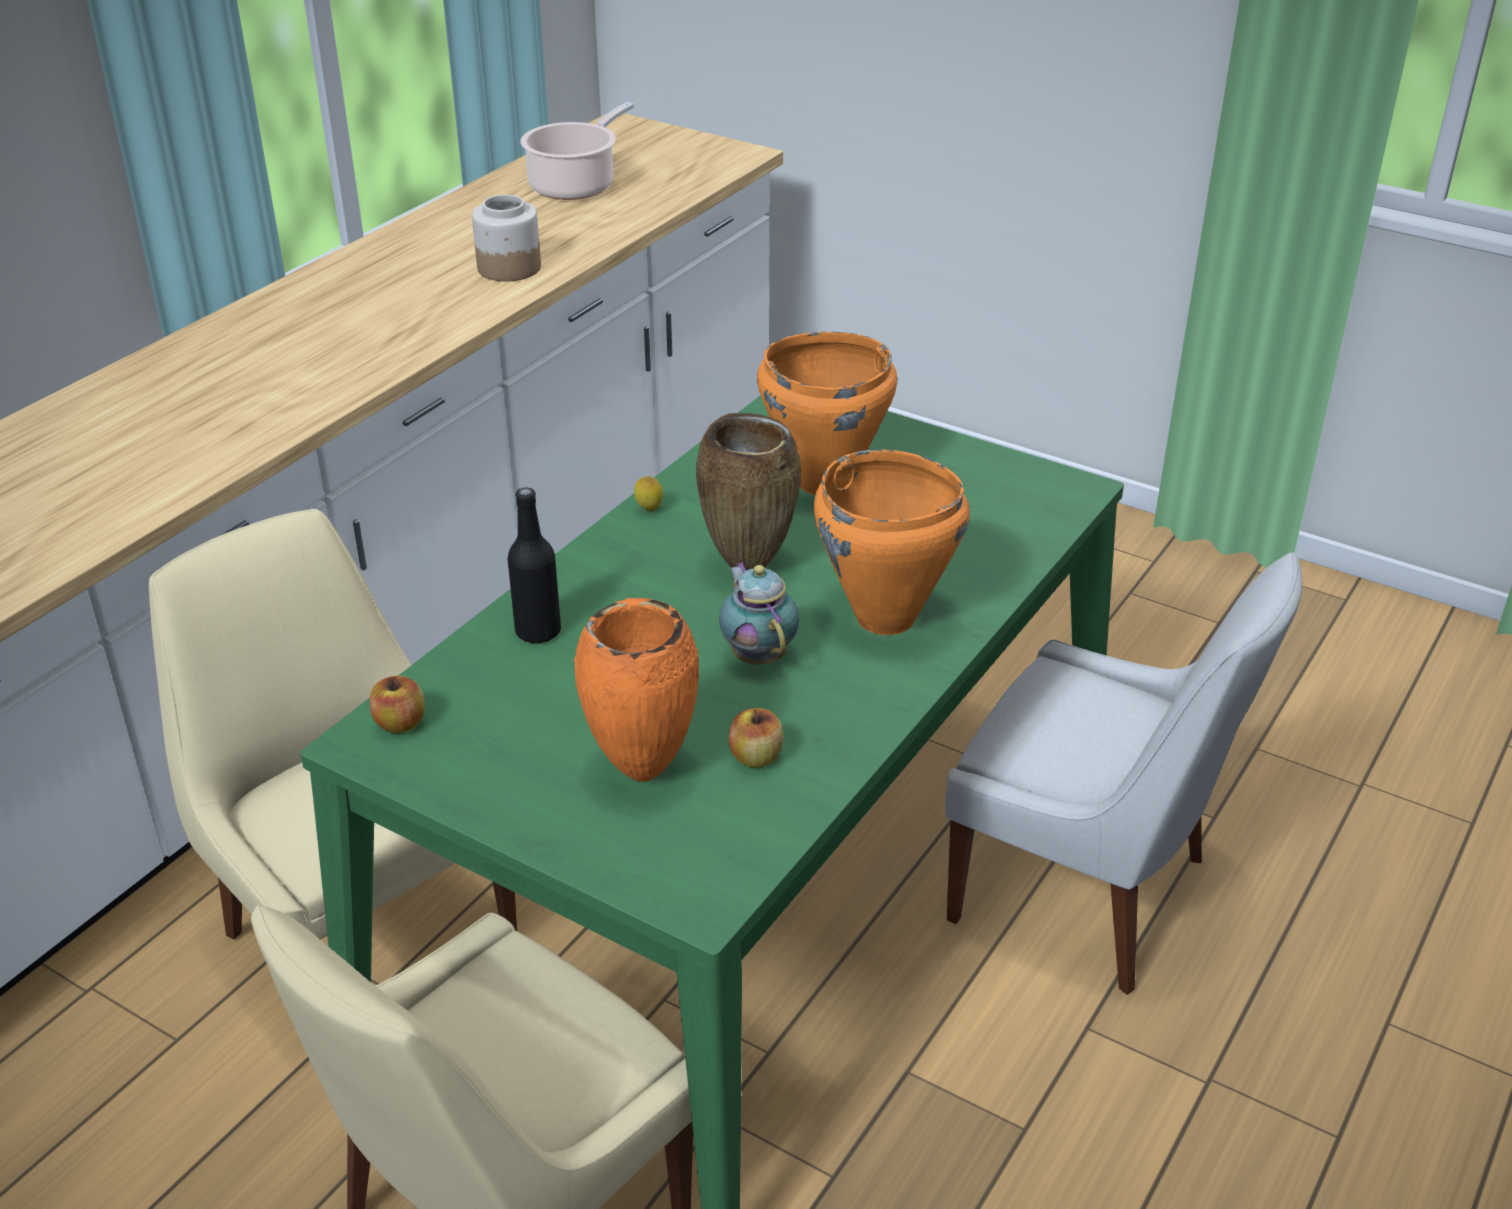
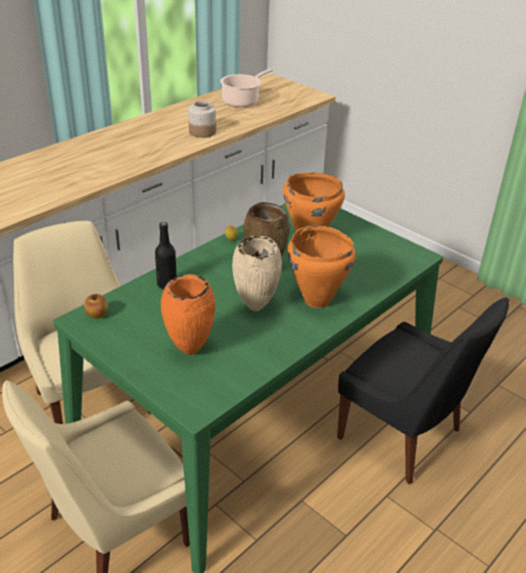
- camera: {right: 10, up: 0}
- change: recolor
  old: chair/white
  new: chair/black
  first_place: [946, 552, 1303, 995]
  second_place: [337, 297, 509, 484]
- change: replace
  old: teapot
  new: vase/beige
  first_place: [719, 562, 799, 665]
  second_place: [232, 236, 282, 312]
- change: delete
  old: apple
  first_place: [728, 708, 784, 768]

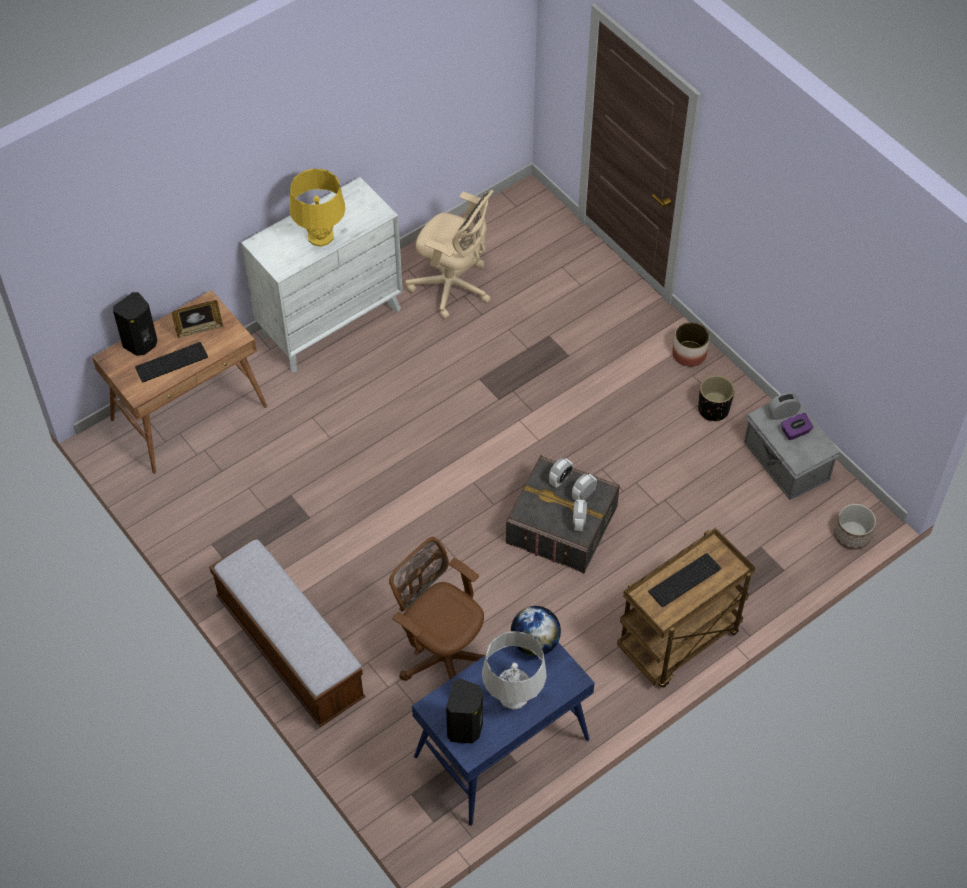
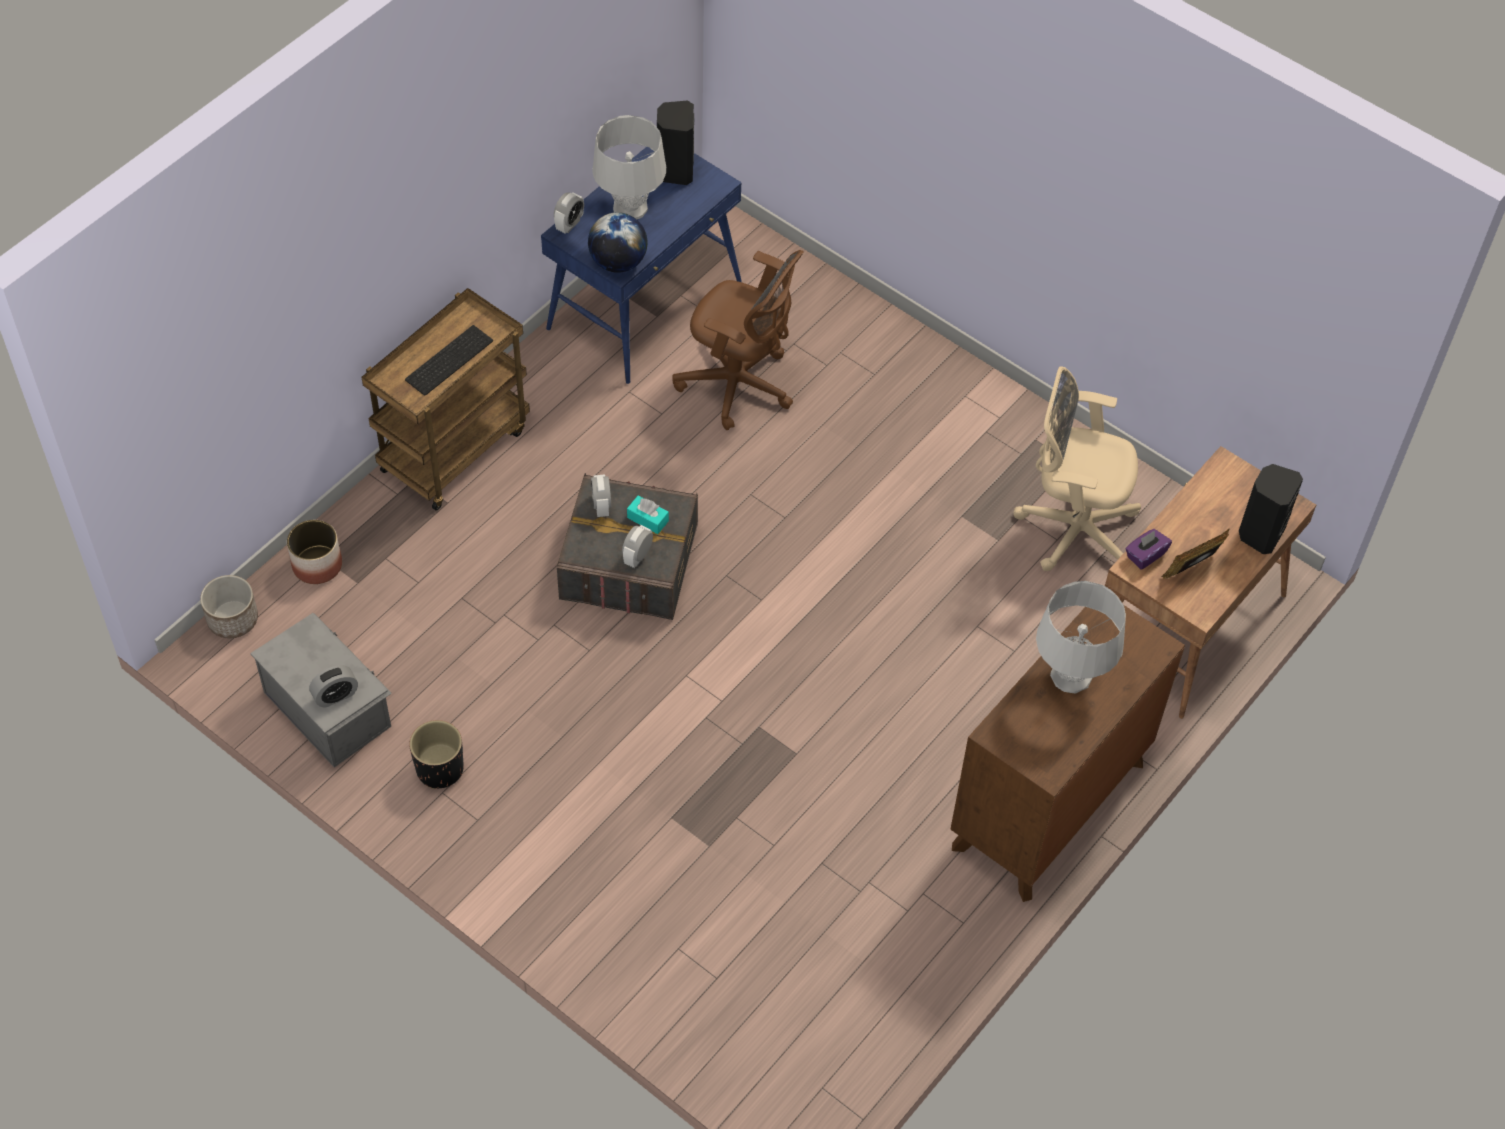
- camera: {right: 165, up: 0}
- change: recolor
  old: table lamp/yellow
  new: table lamp/grey
  first_place: [290, 169, 345, 247]
  second_place: [1036, 581, 1126, 694]
- change: recolor
  old: dresser/white
  new: dresser/brown
  first_place: [241, 177, 403, 372]
  second_place: [950, 605, 1185, 902]
- change: move
  old: office chair/beige
  first_place: [405, 190, 494, 319]
  second_place: [1014, 366, 1141, 571]
- change: move
  old: planter
  first_place: [672, 322, 709, 367]
  second_place: [287, 520, 342, 584]
- change: delete
  old: keyboard
  first_place: [135, 342, 208, 382]
- change: move
  old: tissue box/purple
  first_place: [781, 413, 813, 440]
  second_place: [1125, 529, 1172, 570]
- change: move
  old: alarm clock
  first_place: [572, 474, 597, 501]
  second_place: [554, 192, 584, 233]
- change: delete
  old: bench
  first_place: [209, 538, 365, 727]
- change: insert
  new: tissue box/turquoise
  second_place: [627, 496, 669, 534]

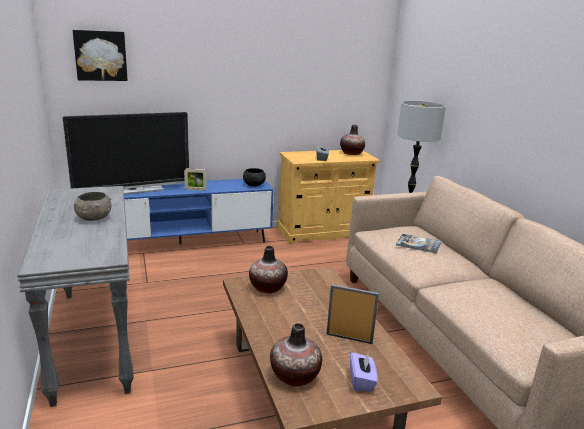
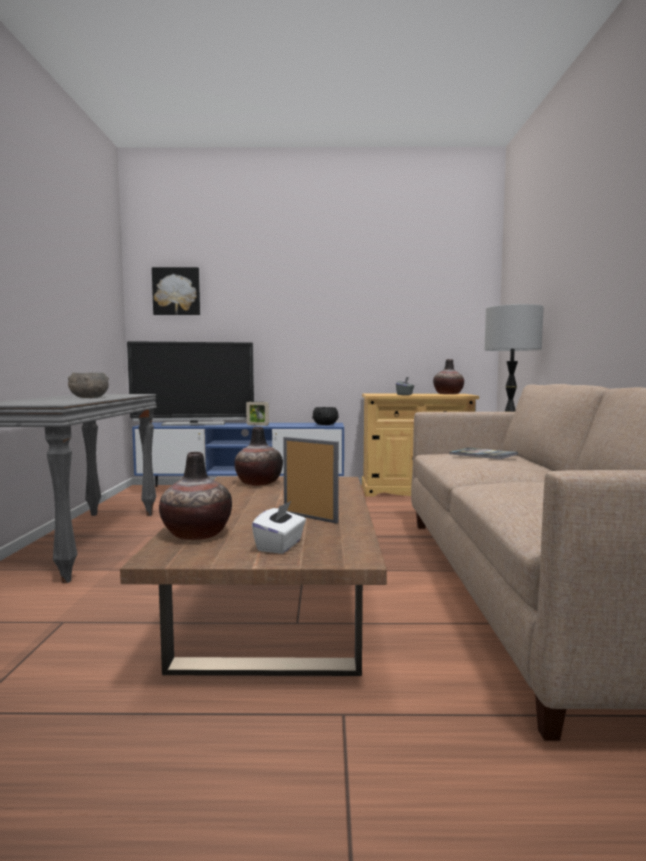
- camera: {right: 20, up: -15}
- change: recolor
  old: tissue box/purple
  new: tissue box/white
  first_place: [350, 352, 378, 392]
  second_place: [252, 501, 306, 554]

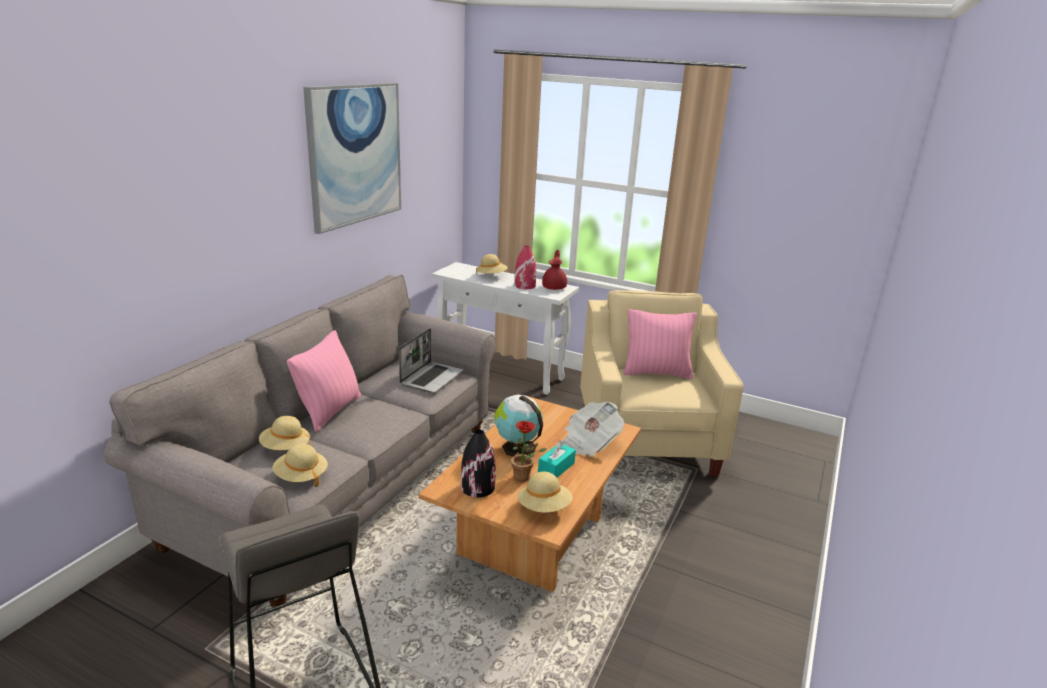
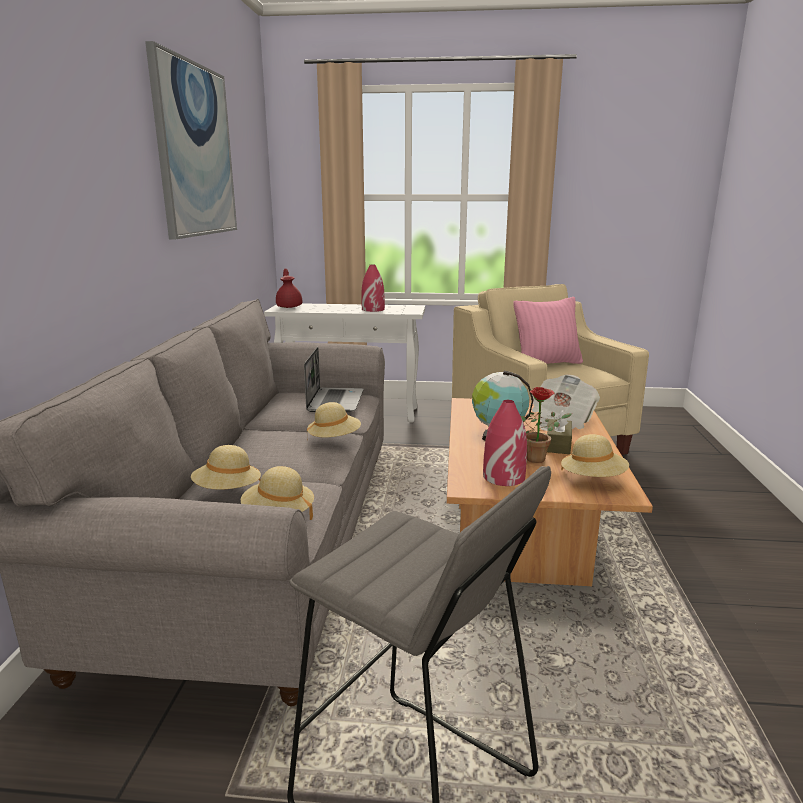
- camera: {right: -20, up: -5}
- change: move
  old: teapot/red
  first_place: [542, 250, 567, 290]
  second_place: [276, 269, 302, 308]
- change: move
  old: hat/beige
  first_place: [476, 254, 508, 274]
  second_place: [307, 402, 361, 437]
- change: delete
  old: pillow/pink
  first_place: [287, 330, 361, 432]
- change: recolor
  old: vase/black
  new: vase/red
  first_place: [461, 430, 496, 498]
  second_place: [483, 400, 527, 486]
- change: recolor
  old: tissue box/turquoise
  new: tissue box/brown
  first_place: [538, 440, 576, 477]
  second_place: [547, 410, 572, 454]

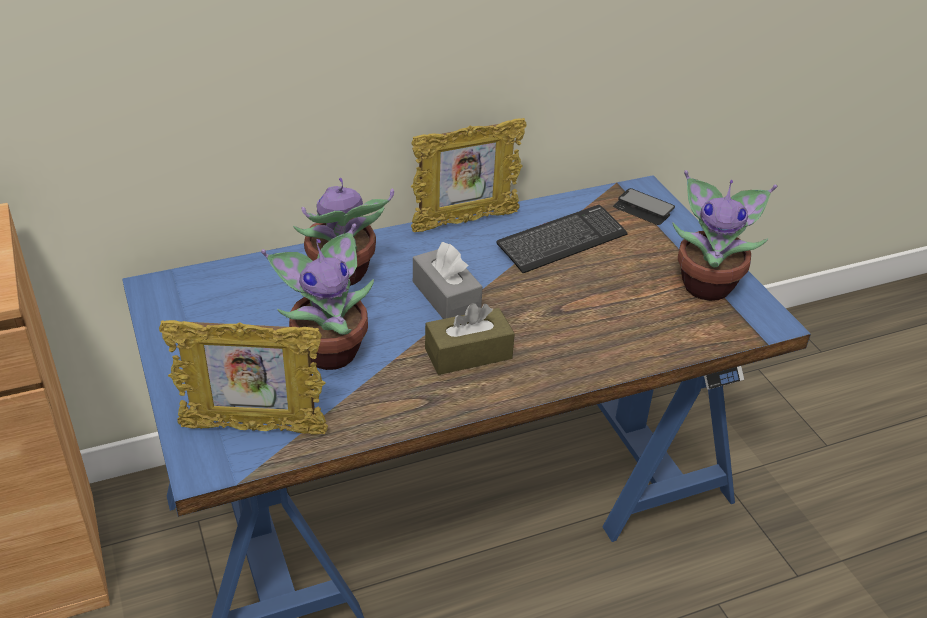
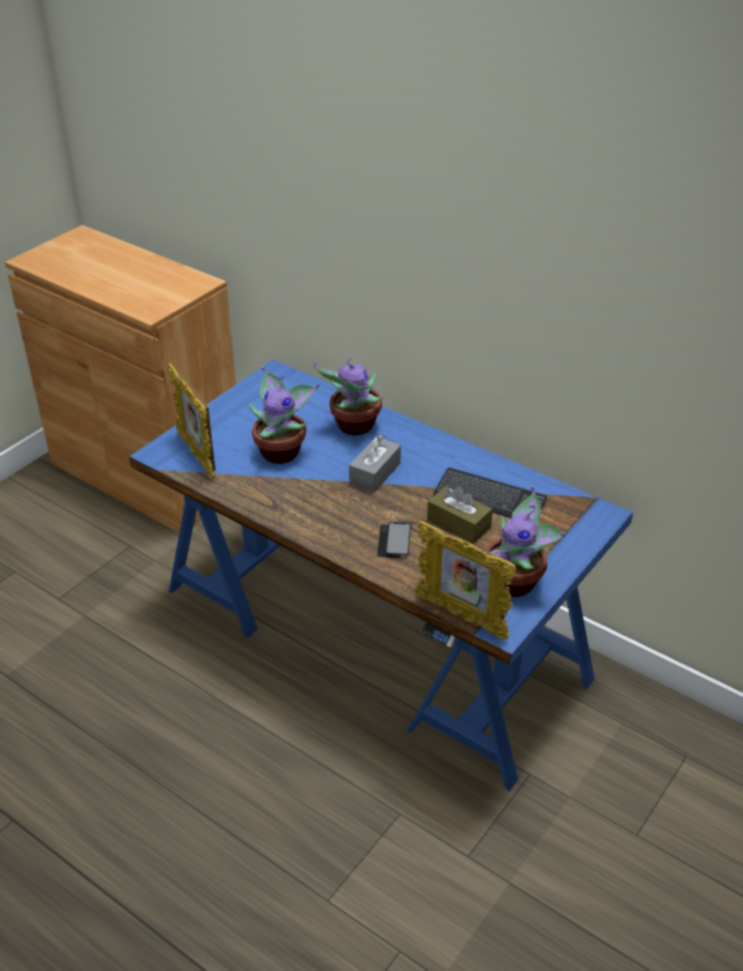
- camera: {right: 60, up: 0}
- change: move
  old: picture frame
  first_place: [411, 118, 527, 232]
  second_place: [415, 521, 516, 640]
- change: move
  old: phone
  first_place: [613, 188, 675, 225]
  second_place: [377, 522, 411, 558]
- change: move
  old: tissue box/brown
  first_place: [425, 303, 515, 375]
  second_place: [427, 486, 493, 543]

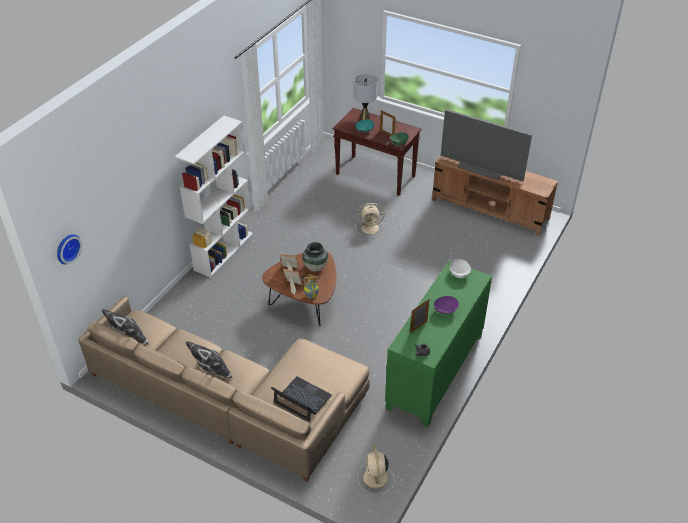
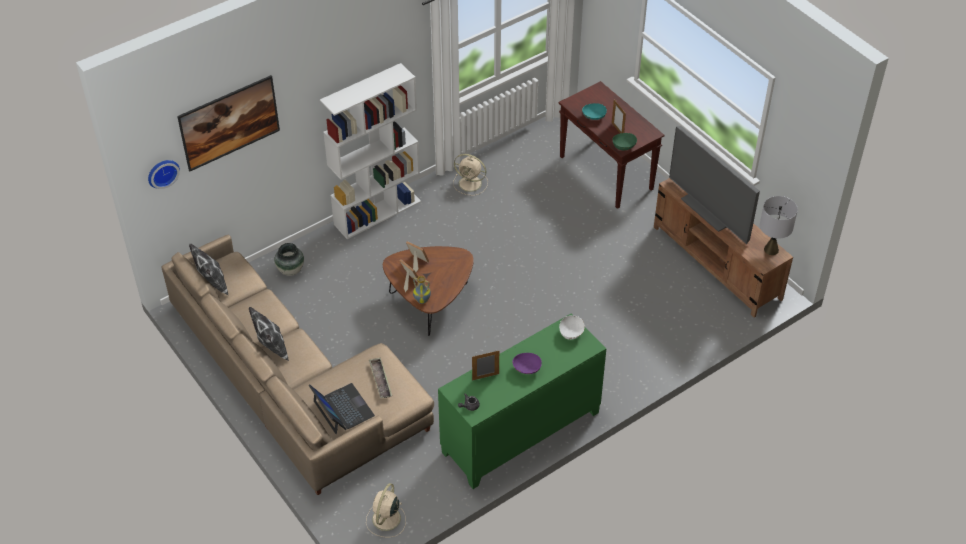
- camera: {right: 25, up: 5}
- change: move
  old: table lamp/grey
  first_place: [353, 74, 378, 120]
  second_place: [760, 196, 798, 255]
- change: move
  old: fan/beige
  first_place: [355, 203, 385, 237]
  second_place: [453, 154, 488, 196]
- change: move
  old: vase
  first_place: [302, 242, 328, 271]
  second_place: [274, 243, 304, 276]
- change: insert
  new: picture
  second_place: [177, 75, 280, 171]
- change: insert
  new: tray
  second_place: [369, 357, 392, 398]

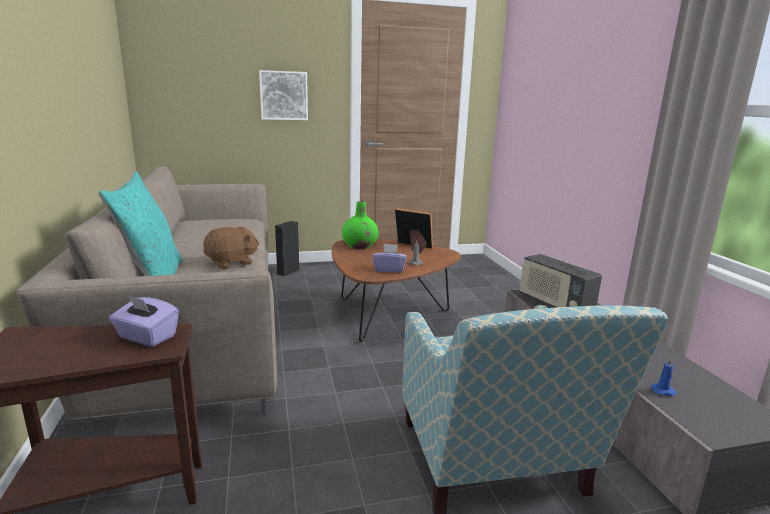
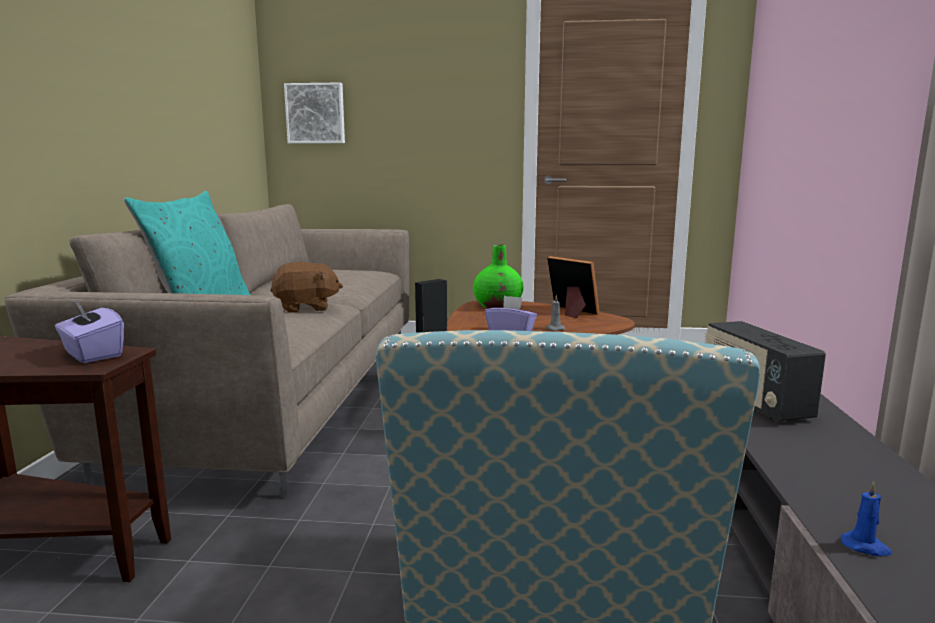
- camera: {right: 20, up: -5}
- change: move
  old: picture
  first_place: [259, 70, 308, 120]
  second_place: [284, 82, 345, 144]

